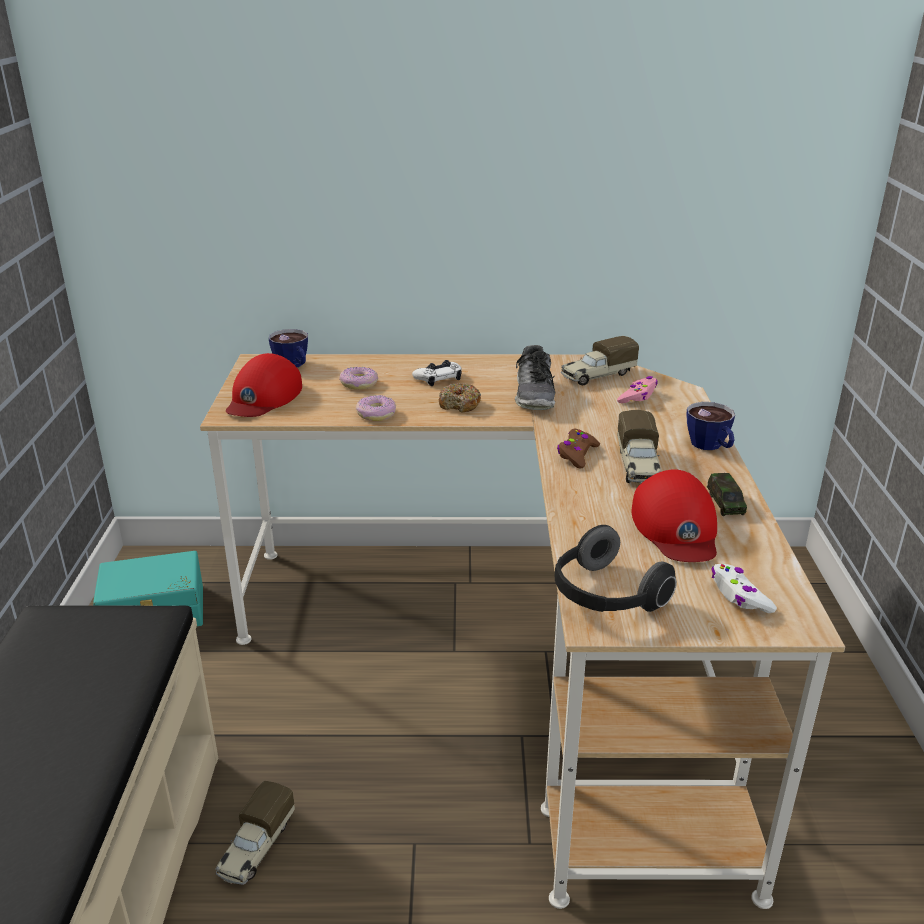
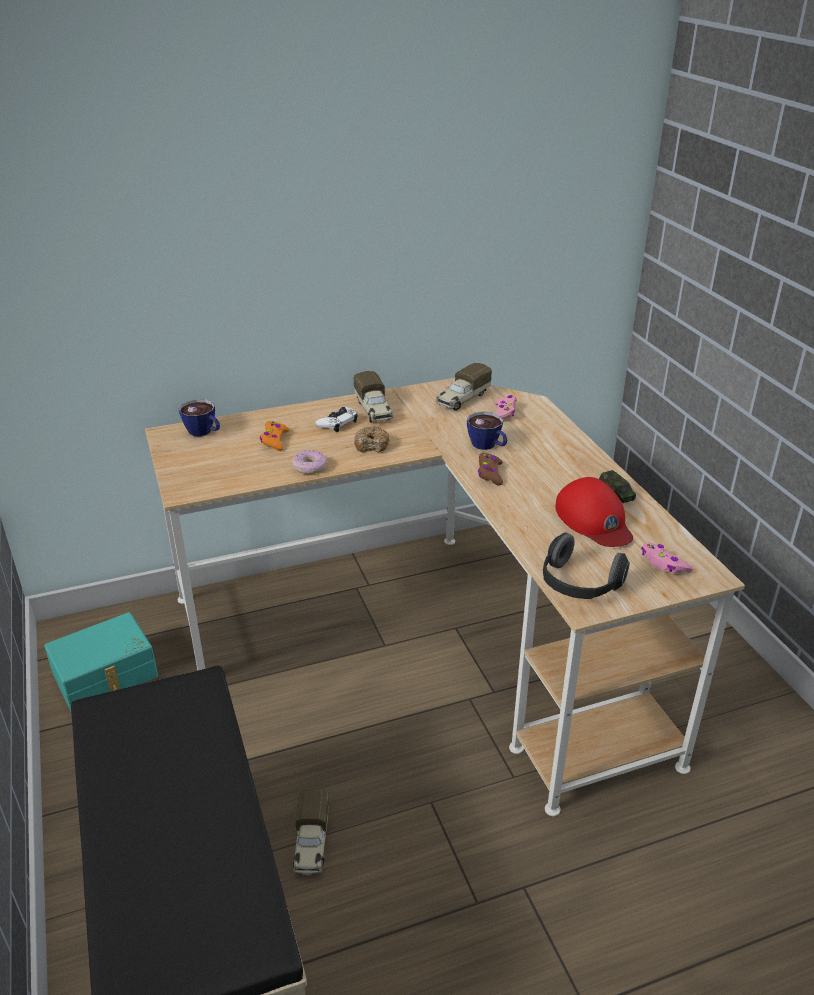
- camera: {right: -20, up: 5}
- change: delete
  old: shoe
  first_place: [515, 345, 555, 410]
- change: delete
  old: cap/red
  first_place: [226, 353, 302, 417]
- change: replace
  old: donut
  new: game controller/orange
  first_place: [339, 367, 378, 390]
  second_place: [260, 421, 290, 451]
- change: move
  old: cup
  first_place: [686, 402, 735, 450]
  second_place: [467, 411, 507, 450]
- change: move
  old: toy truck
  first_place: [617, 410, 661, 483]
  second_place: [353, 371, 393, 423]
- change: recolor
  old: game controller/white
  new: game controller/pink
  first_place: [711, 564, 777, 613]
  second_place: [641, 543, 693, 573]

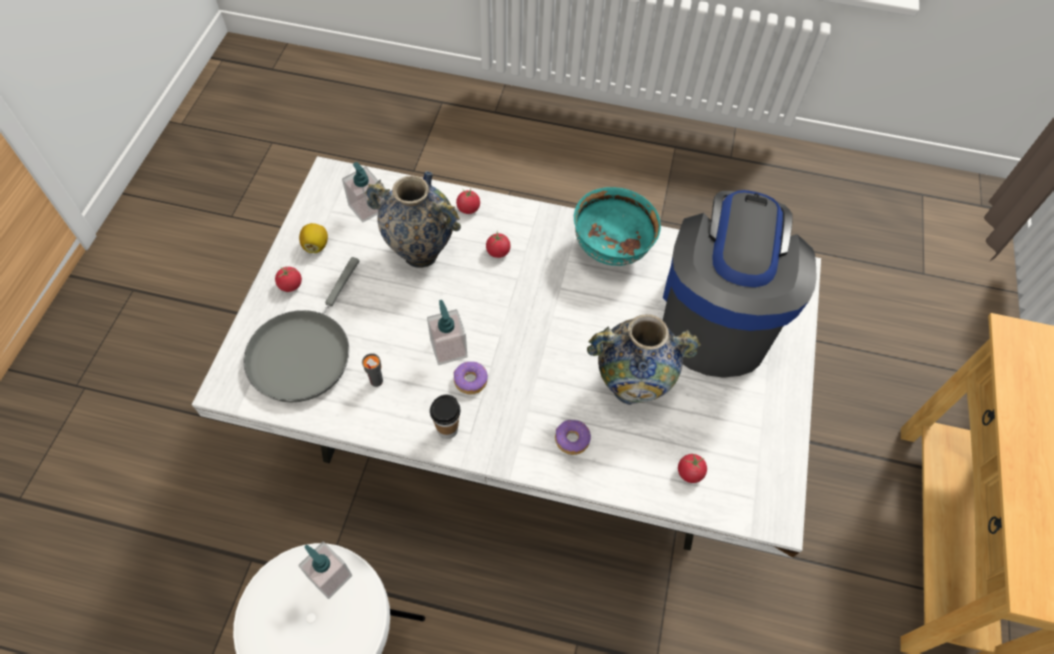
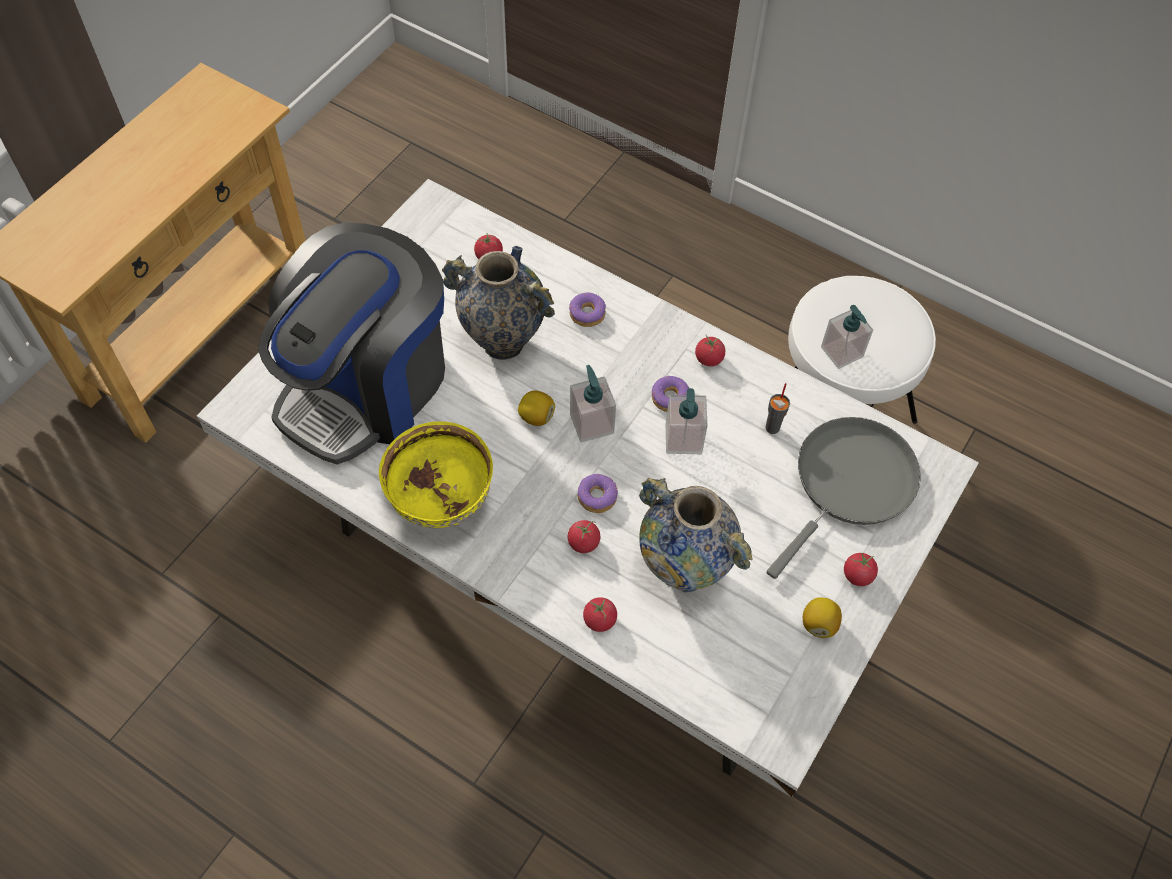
- camera: {right: -160, up: 0}
- change: move
  old: soap dispenser
  first_place: [342, 162, 384, 222]
  second_place: [570, 365, 616, 443]
- change: recolor
  old: bowl/turquoise
  new: bowl/yellow
  first_place: [574, 187, 661, 266]
  second_place: [379, 421, 493, 528]
- change: replace
  old: cup
  new: tomato
  first_place: [430, 394, 460, 439]
  second_place: [695, 335, 725, 366]
- change: insert
  new: lemon
  second_place: [518, 391, 555, 426]
- change: insert
  new: donut
  second_place: [578, 474, 618, 513]

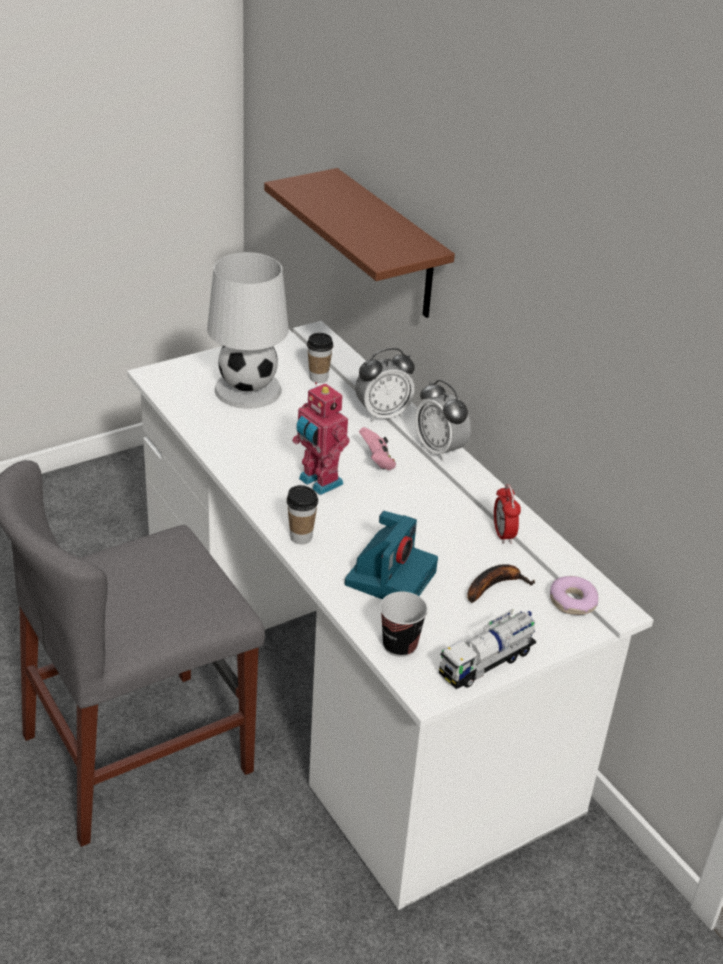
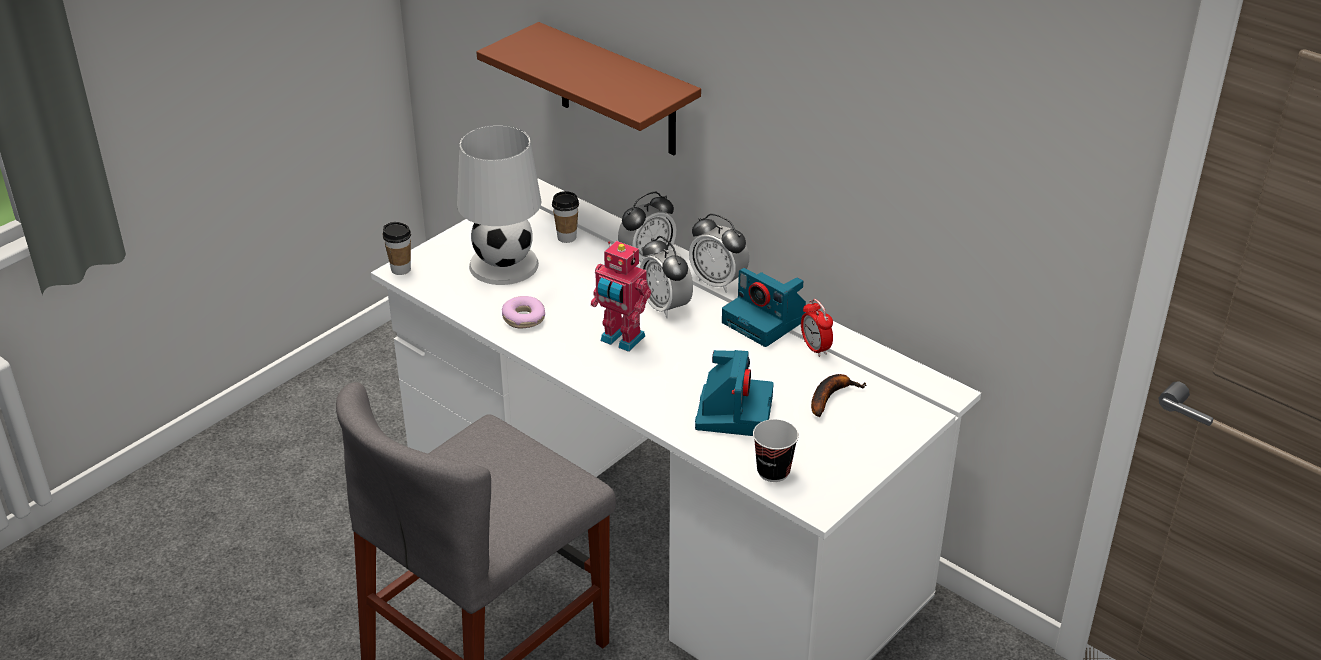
- camera: {right: -15, up: 0}
- change: replace
  old: game controller/pink
  new: alarm clock
  first_place: [359, 427, 396, 470]
  second_place: [640, 236, 693, 319]
- change: move
  old: cup
  first_place: [287, 485, 318, 544]
  second_place: [383, 222, 411, 275]
- change: move
  old: donut
  first_place: [550, 576, 598, 615]
  second_place: [502, 296, 545, 328]
- change: delete
  old: toy truck
  first_place: [439, 609, 536, 689]
- change: insert
  new: photo camera
  second_place: [722, 268, 806, 347]

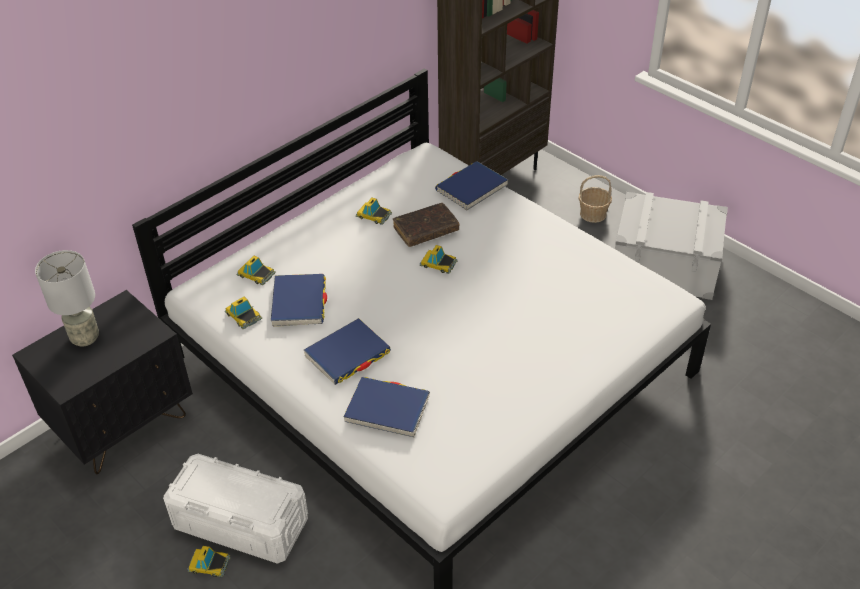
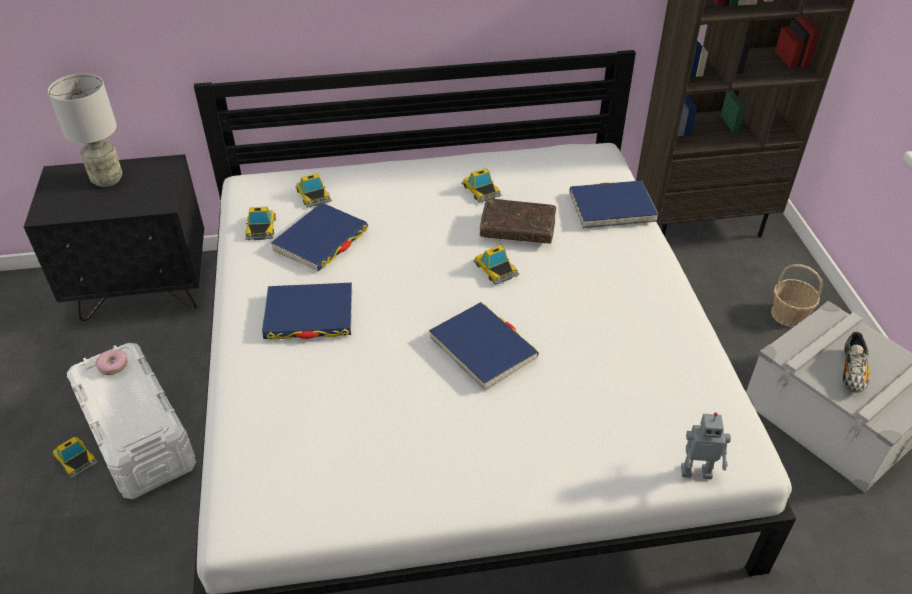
- camera: {right: 35, up: 0}
- change: move
  old: book/blue
  first_place: [343, 377, 430, 437]
  second_place: [429, 302, 539, 390]
- change: insert
  new: shoe
  second_place: [843, 332, 870, 393]
- change: insert
  new: donut
  second_place: [95, 350, 128, 375]
- change: insert
  new: toy robot
  second_place: [681, 412, 731, 479]

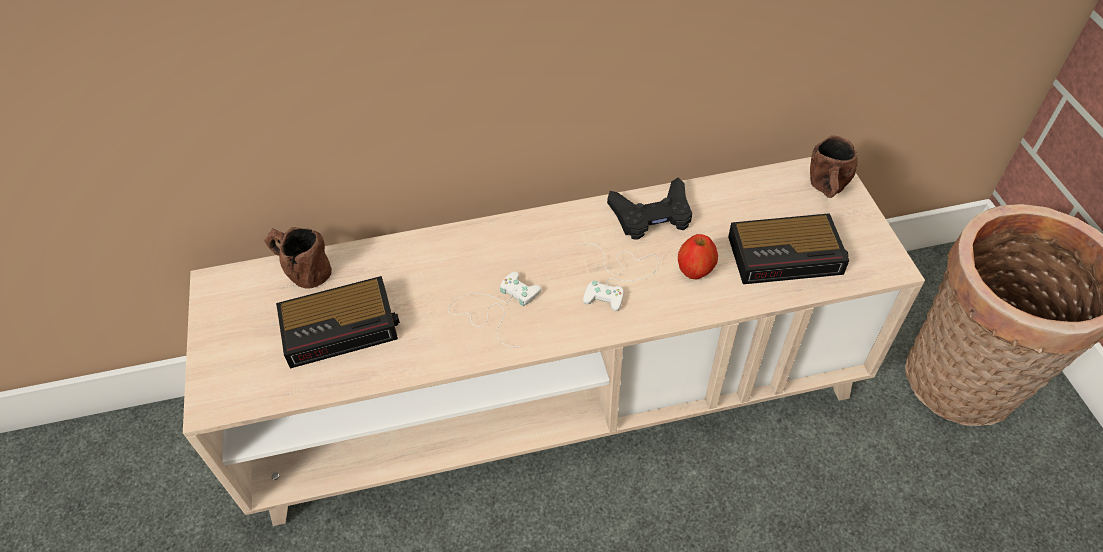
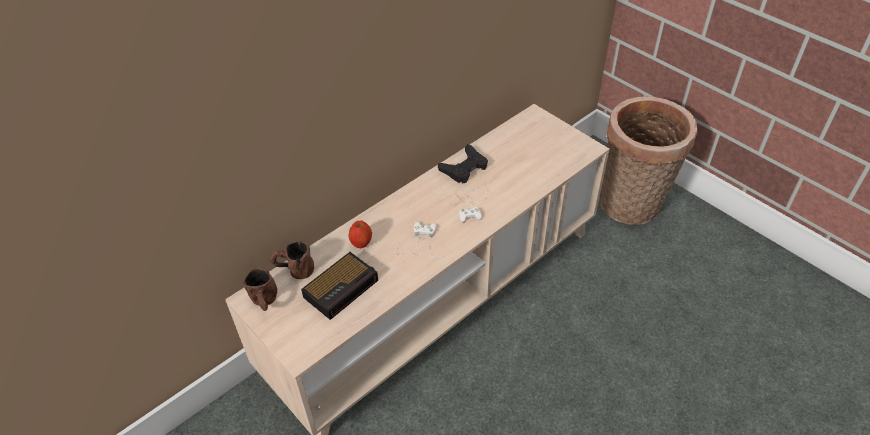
- camera: {right: -30, up: -5}
- change: move
  old: mug/brown
  first_place: [810, 135, 858, 198]
  second_place: [243, 268, 277, 311]
- change: delete
  old: alarm clock
  first_place: [728, 213, 850, 284]
- change: move
  old: apple
  first_place: [678, 234, 718, 280]
  second_place: [349, 221, 372, 248]

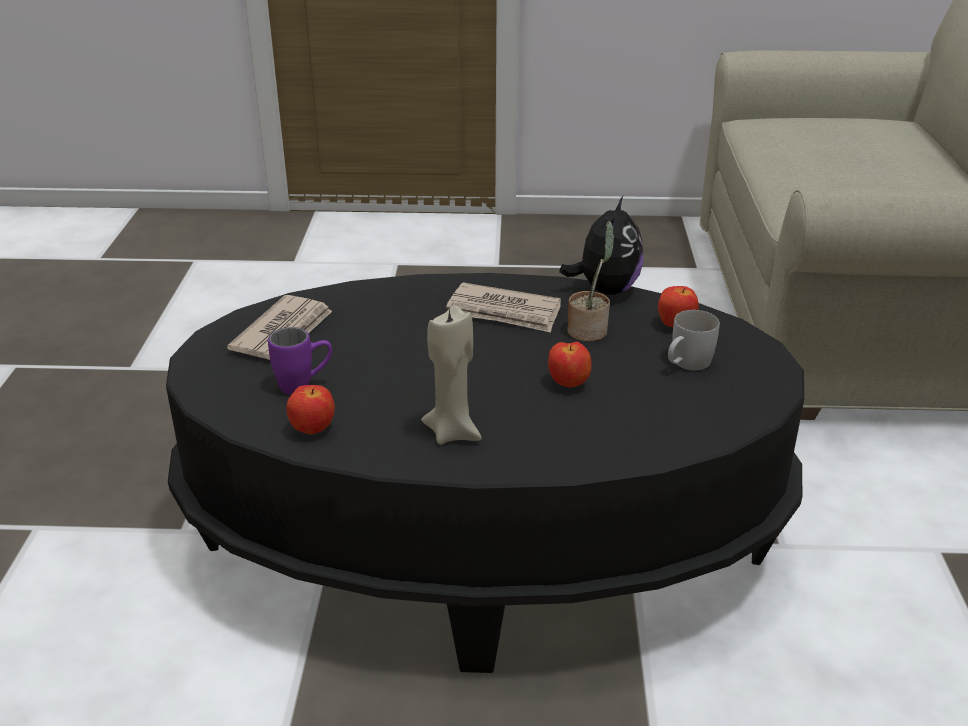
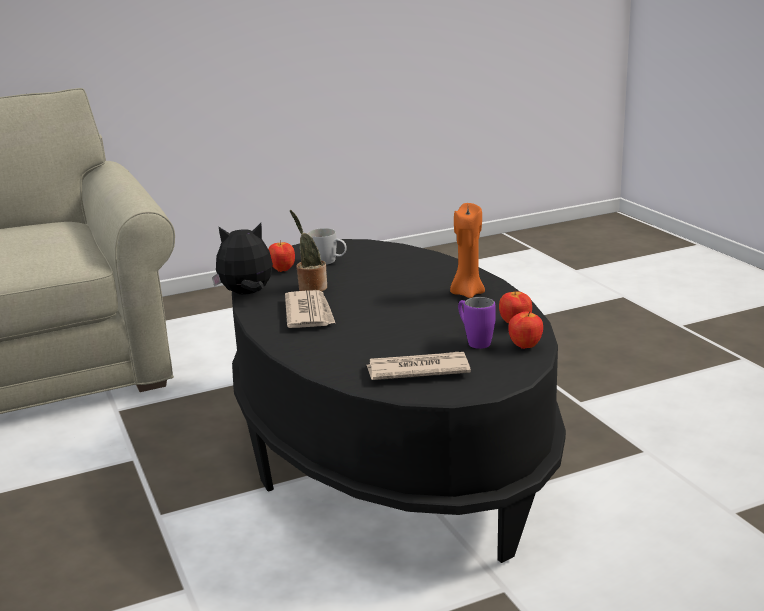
- camera: {right: -115, up: -10}
- change: recolor
  old: candle/beige
  new: candle/orange
  first_place: [421, 305, 482, 445]
  second_place: [450, 203, 485, 298]
- change: move
  old: apple
  first_place: [548, 342, 592, 388]
  second_place: [508, 312, 543, 349]

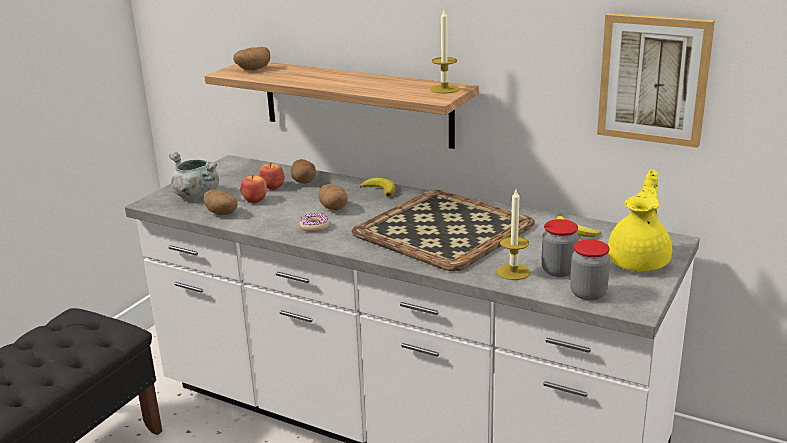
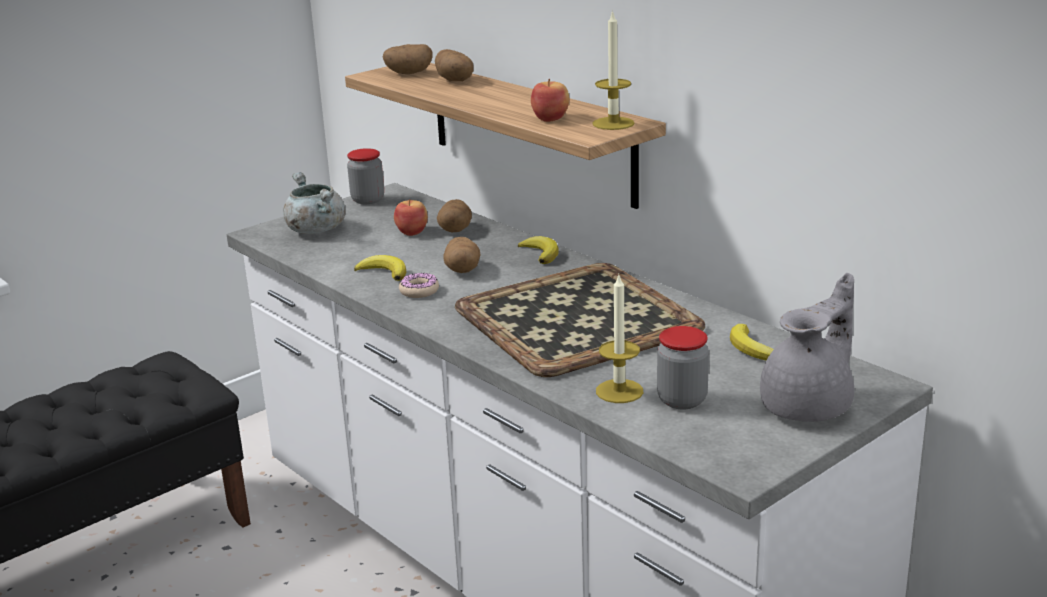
- camera: {right: 20, up: 0}
- change: delete
  old: picture
  first_place: [597, 13, 715, 148]
- change: recolor
  old: teapot/yellow
  new: teapot/grey
  first_place: [608, 169, 672, 271]
  second_place: [760, 273, 854, 422]
- change: move
  old: apple
  first_place: [240, 175, 267, 203]
  second_place: [531, 79, 569, 122]
- change: move
  old: potato
  first_place: [204, 190, 238, 215]
  second_place: [435, 49, 474, 81]
- change: move
  old: jar
  first_place: [570, 239, 610, 300]
  second_place: [347, 148, 384, 204]
- change: insert
  new: banana
  second_place: [354, 255, 406, 281]

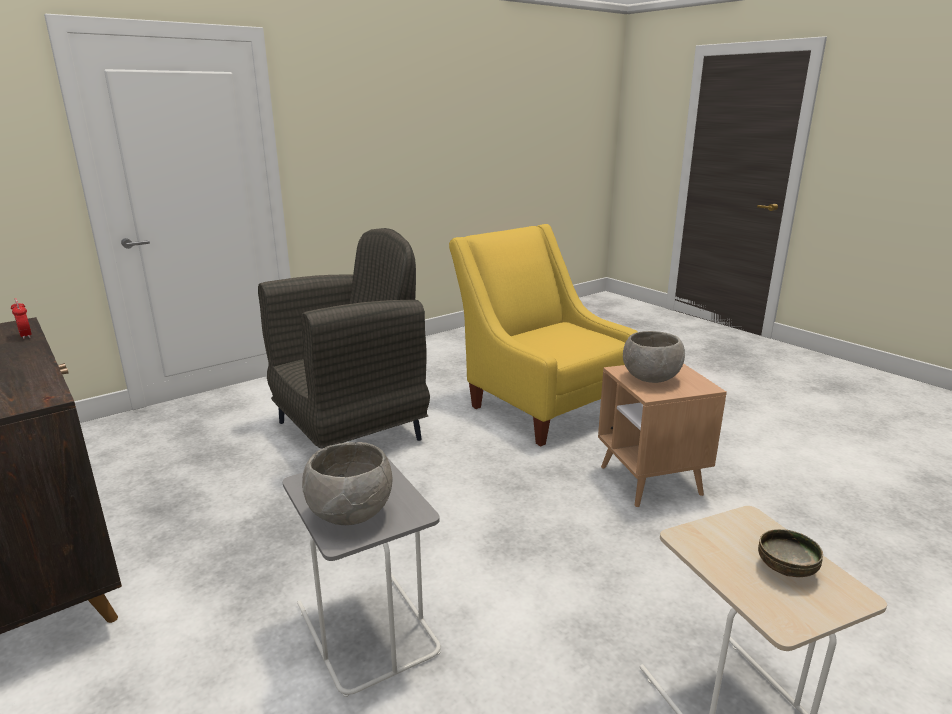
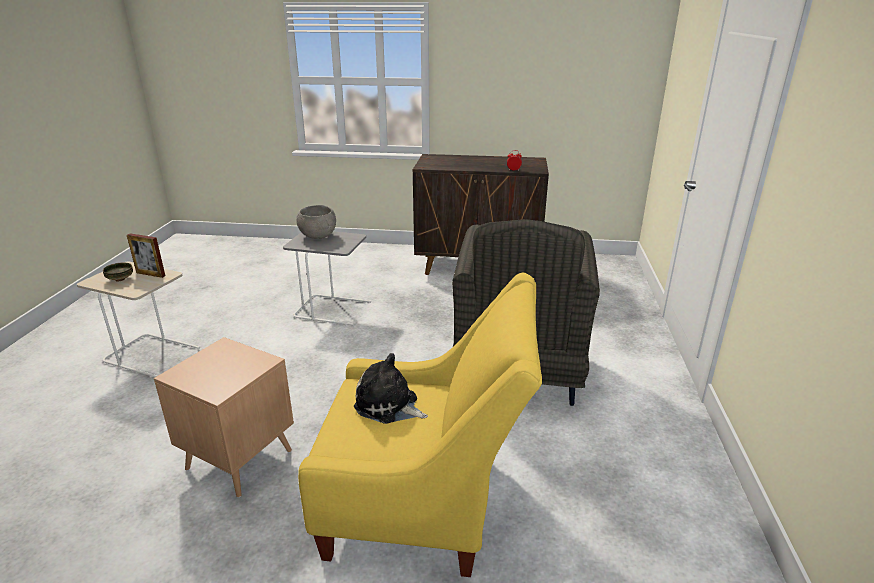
- camera: {right: 135, up: 5}
- change: delete
  old: bowl/grey
  first_place: [623, 331, 685, 383]
- change: insert
  new: picture frame
  second_place: [127, 233, 165, 278]
- change: insert
  new: plush toy
  second_place: [354, 353, 428, 424]

